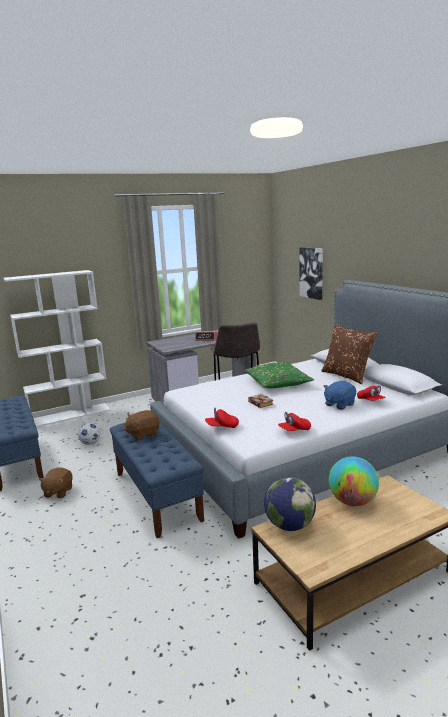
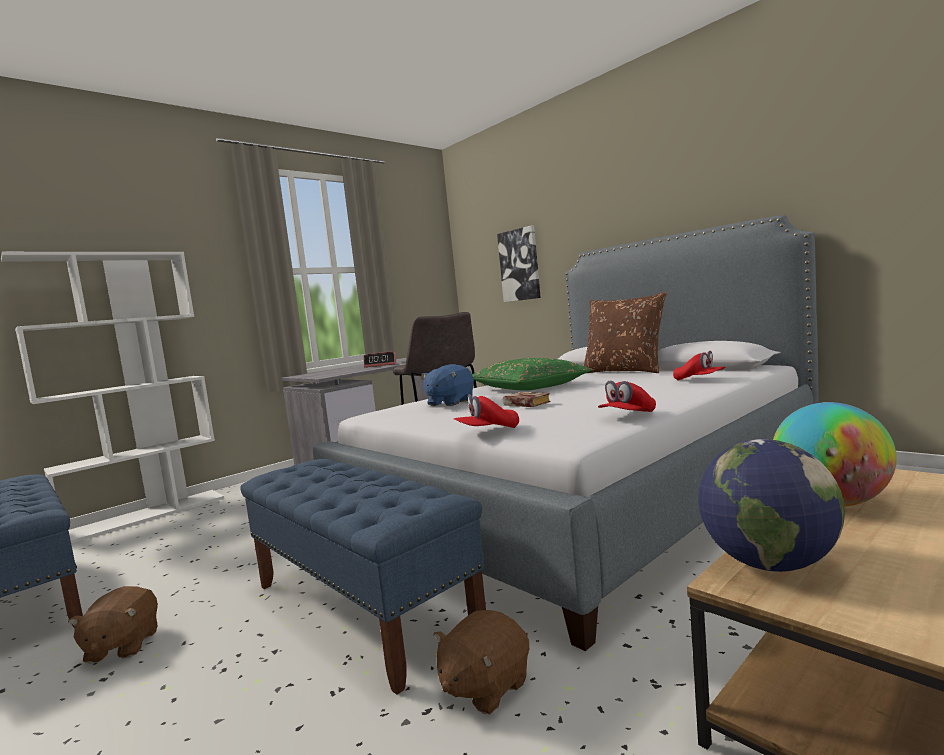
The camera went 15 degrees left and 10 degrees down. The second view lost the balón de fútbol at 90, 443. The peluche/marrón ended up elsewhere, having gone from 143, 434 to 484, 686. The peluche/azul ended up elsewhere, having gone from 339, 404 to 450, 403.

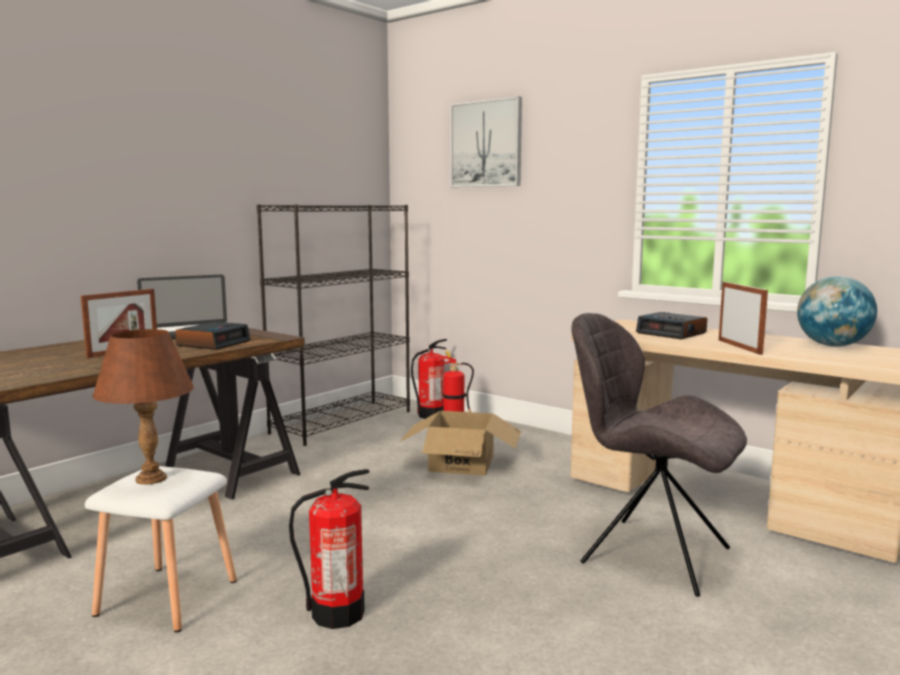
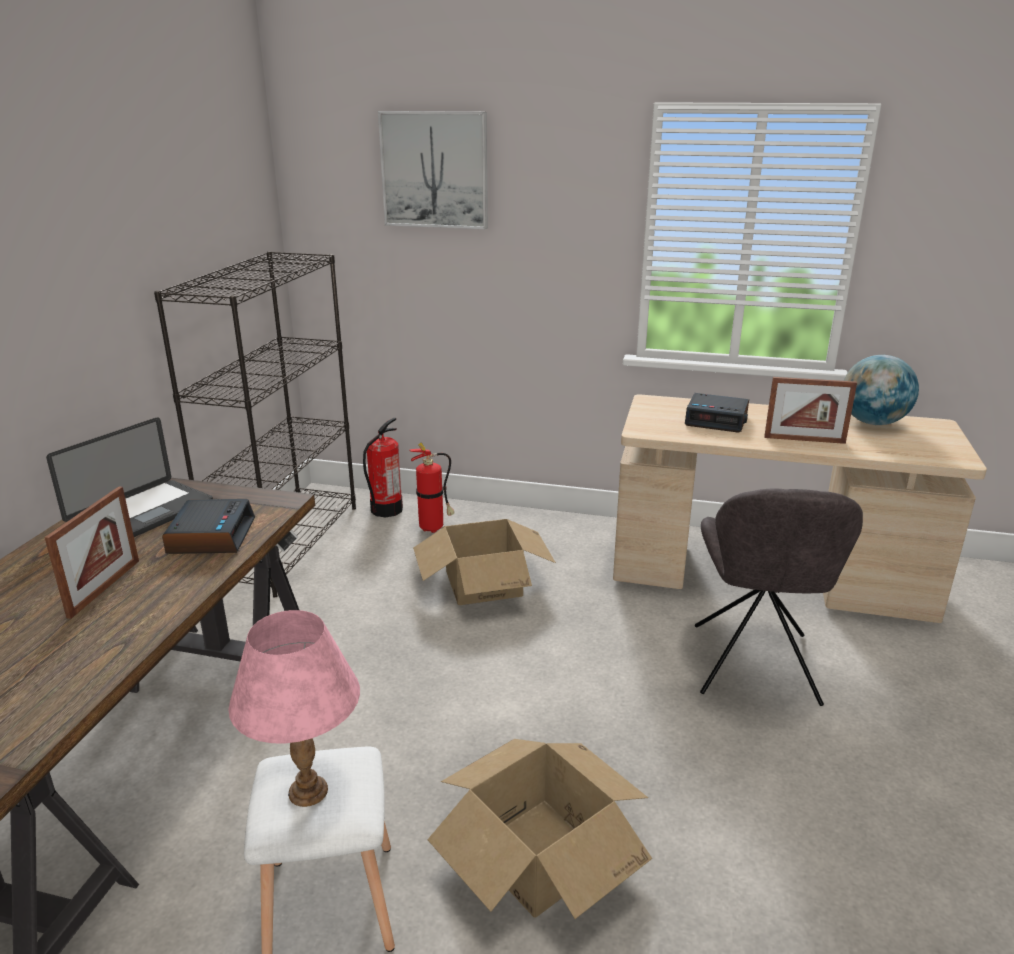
The camera went 25 degrees left and 15 degrees up. Where the extintor stood at 337, 613, the caja de cartón came to stand at 540, 854. What was the lámpara de mesa/marrón at 150, 479 turned into the lámpara de mesa/rosa at 307, 792. The silla/gris at 650, 554 ended up facing another way, 90 degrees counterclockwise from before. The portarretratos at 739, 347 ended up facing another way, 135 degrees clockwise from before.

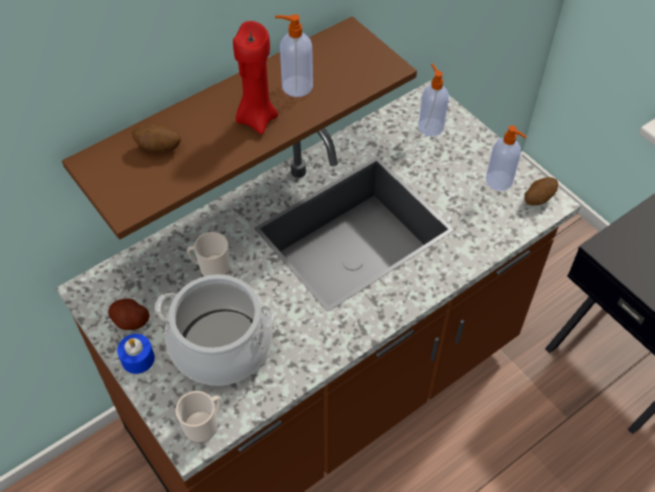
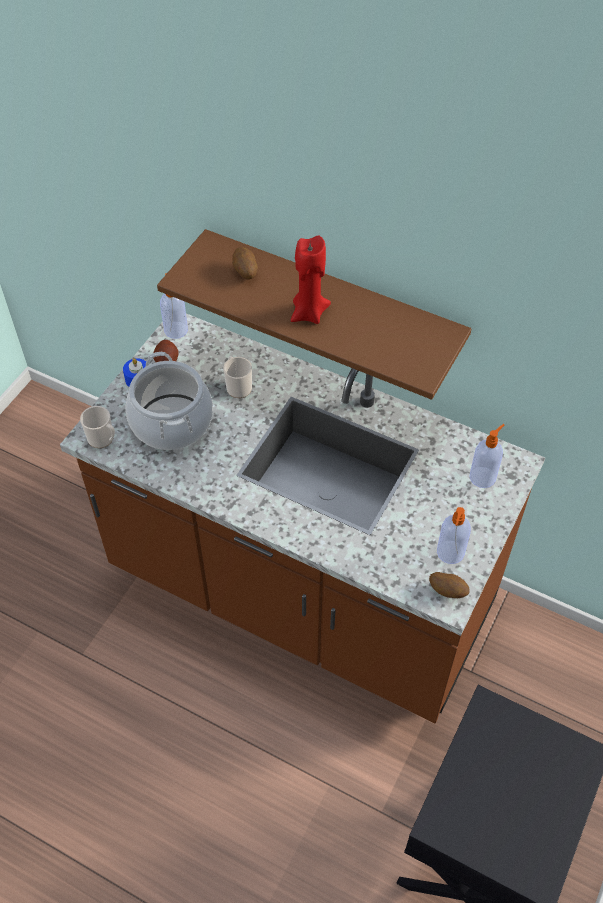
The camera went 65 degrees right and 0 degrees up. The dispensador de jabón ended up elsewhere, having gone from 296, 86 to 175, 329.

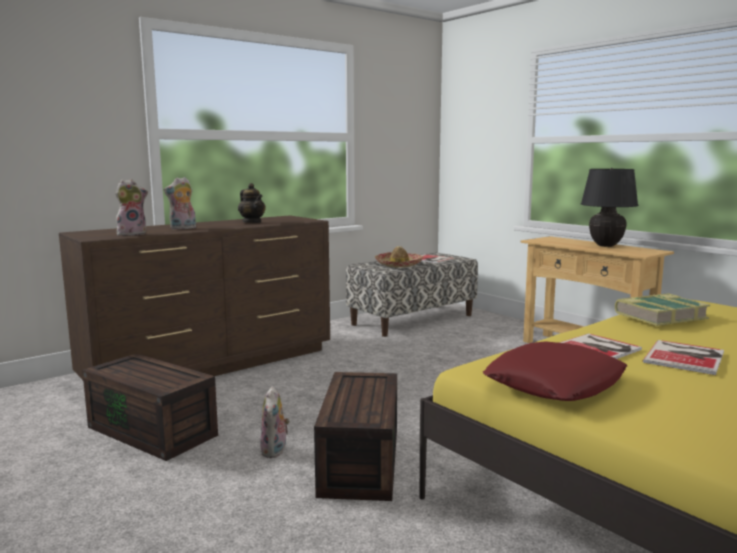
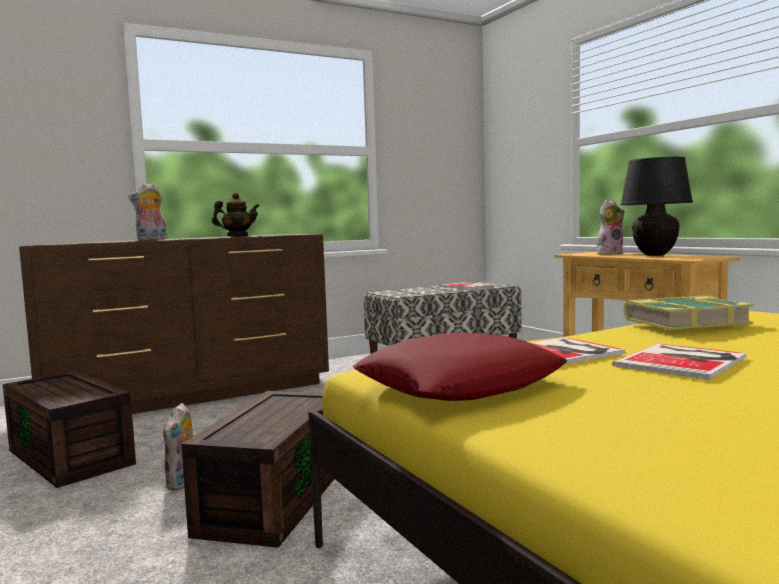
The camera went 10 degrees right and 5 degrees down. The second view lost the sombrero at 399, 265. The peluche ended up elsewhere, having gone from 132, 234 to 609, 254. The tetera at 252, 222 ended up facing another way, 75 degrees counterclockwise from before.

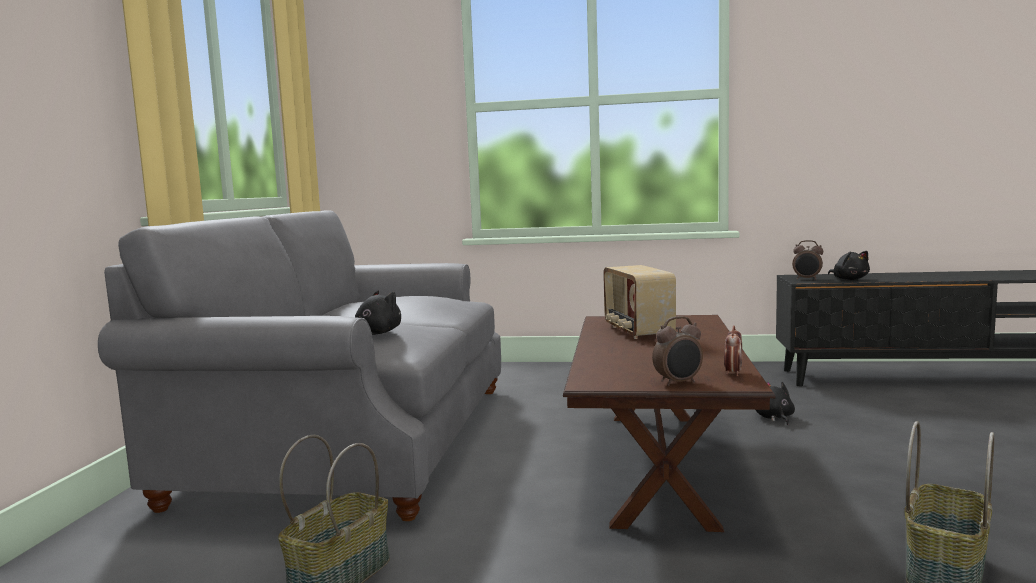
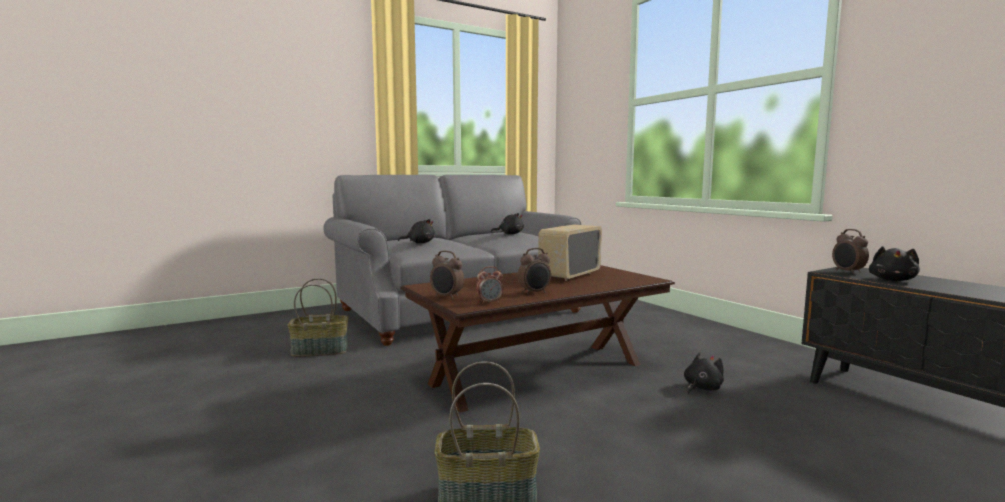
The camera went 50 degrees right and 0 degrees up. The second view gained the peluche/negro at 509, 234. The second view gained the despertador at 534, 293.

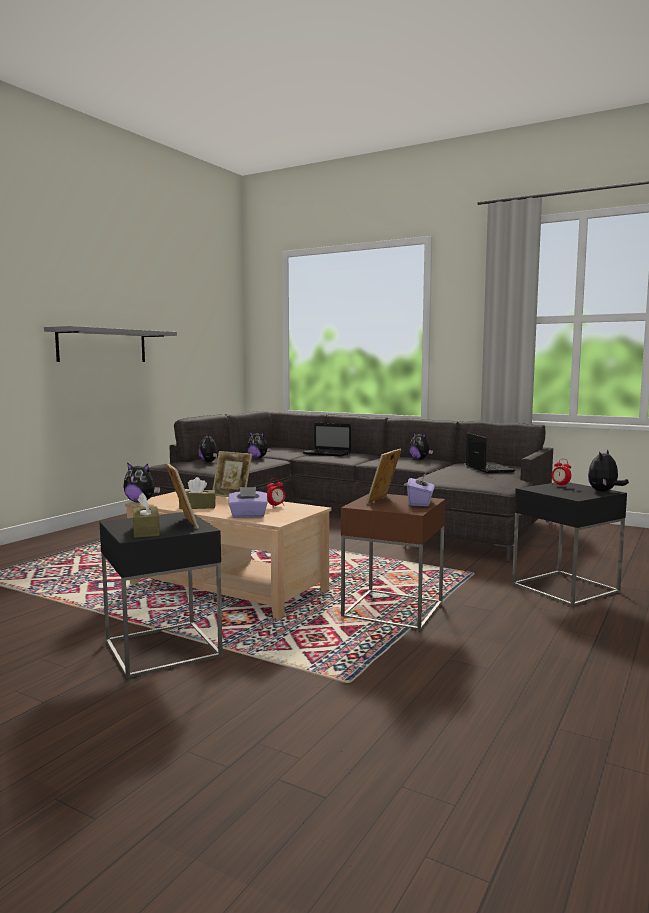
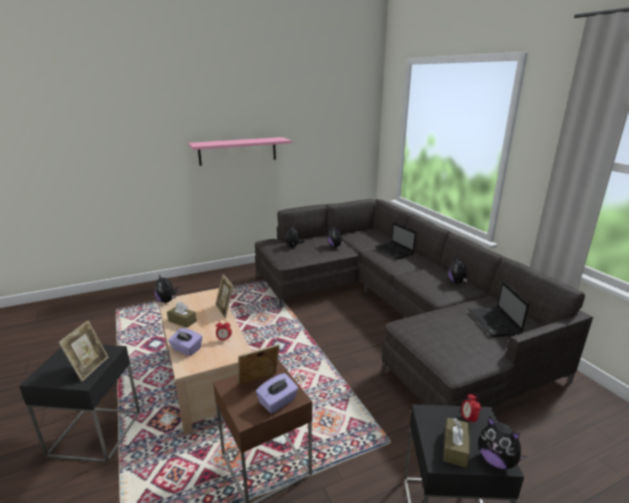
The camera went 35 degrees right and 15 degrees up. The caja de pañuelos/marrón ended up elsewhere, having gone from 146, 531 to 455, 448. What was the estante/gris at 102, 346 turned into the estante/rosa at 238, 151. The portátil at 488, 468 ended up facing another way, 150 degrees clockwise from before. The peluche at 604, 491 ended up facing another way, 120 degrees counterclockwise from before.

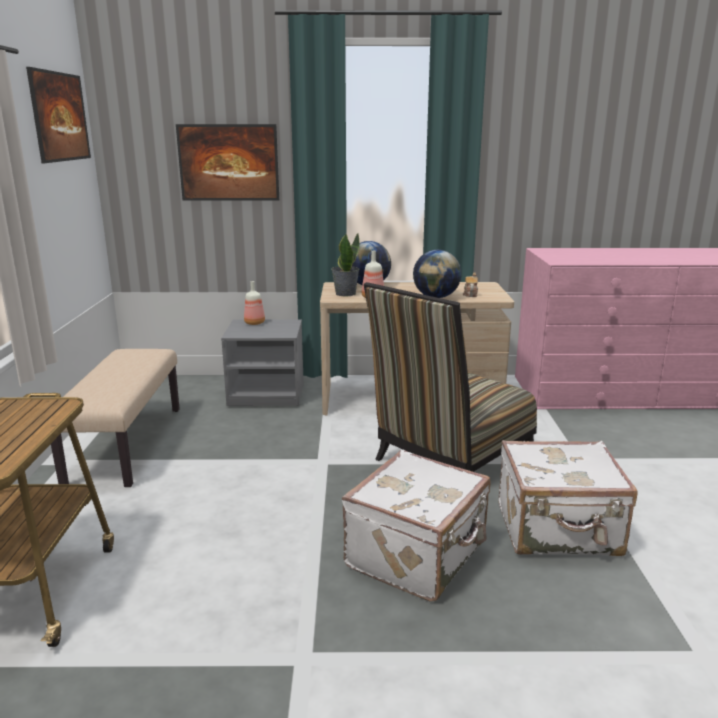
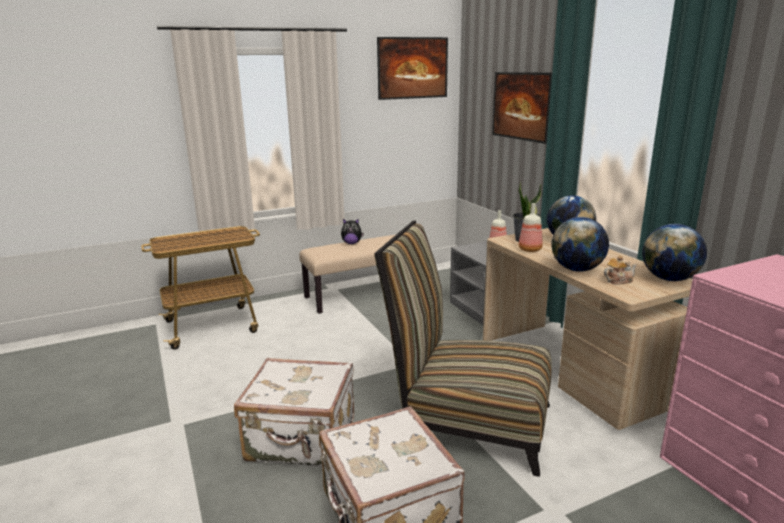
The camera went 65 degrees right and 0 degrees up. The second view gained the peluche at 352, 243. The second view gained the globo terráqueo at 669, 279.

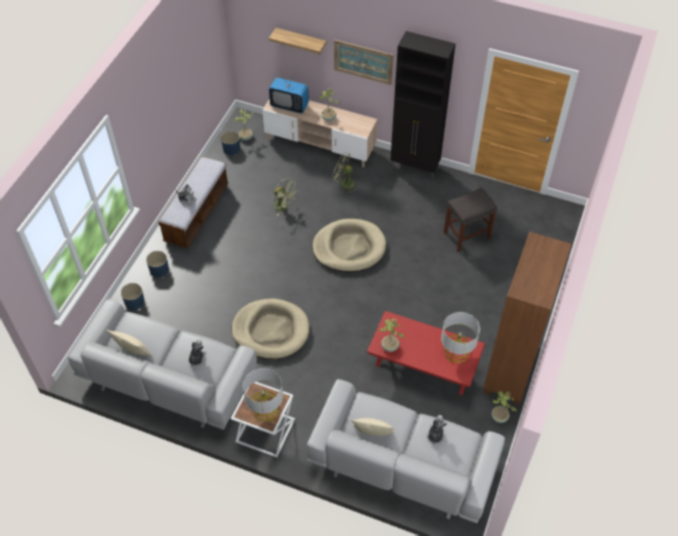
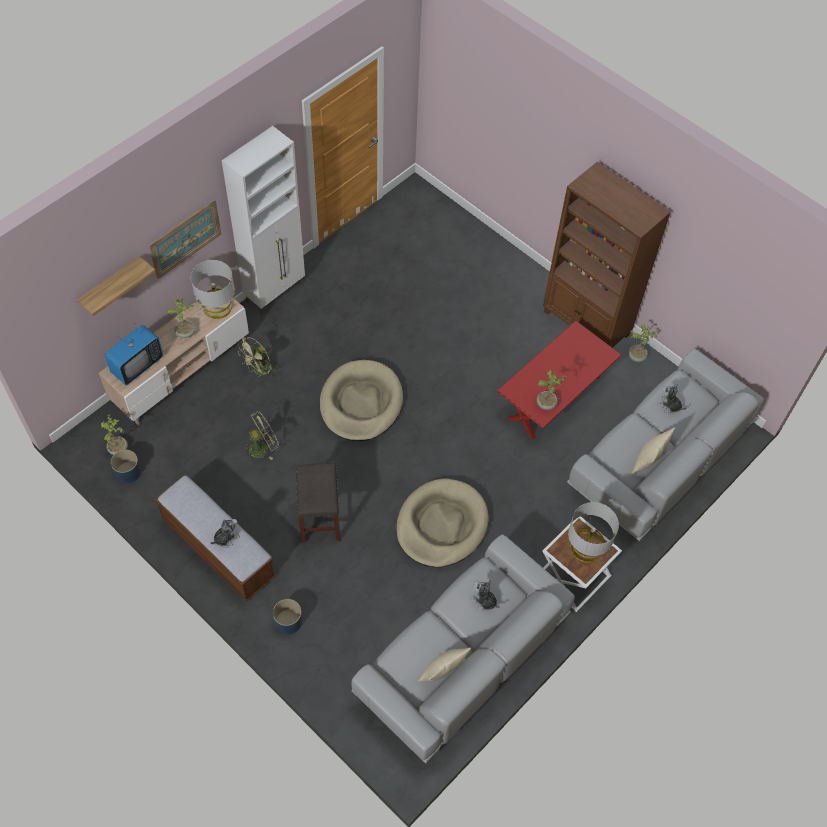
The camera went 70 degrees left and 5 degrees up. The second view lost the maceta/azul at 134, 302. The lámpara de mesa/gris ended up elsewhere, having gone from 456, 352 to 217, 307. The taburete/gris ended up elsewhere, having gone from 466, 236 to 320, 519. What was the armario/negro at 415, 167 turned into the armario/blanco at 276, 292.

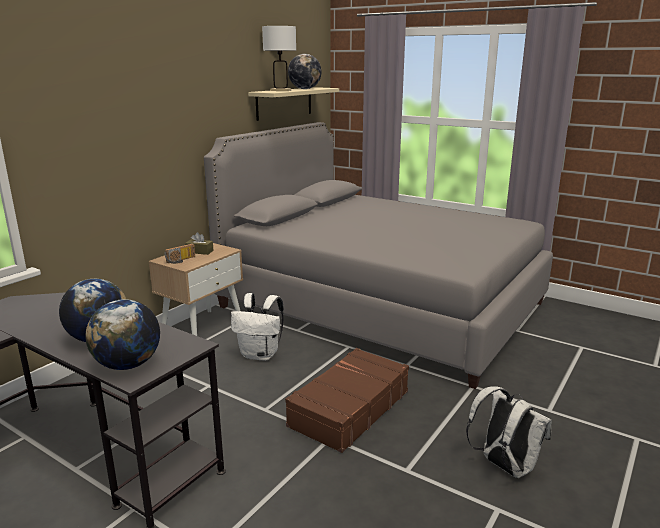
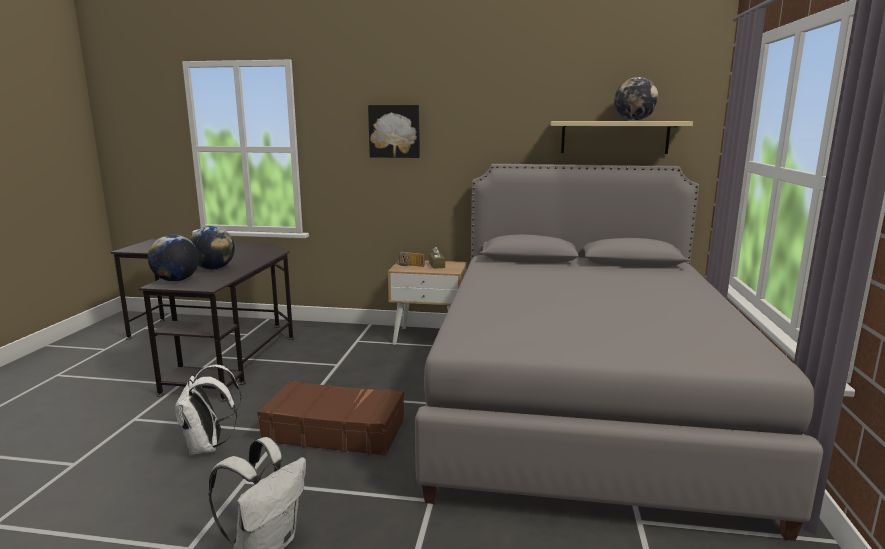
The camera went 65 degrees right and 5 degrees down. The second view lost the lámpara de mesa/blanco at 281, 90. The second view gained the cuadro at 394, 131. The mochila/blanco ended up elsewhere, having gone from 260, 354 to 208, 446.

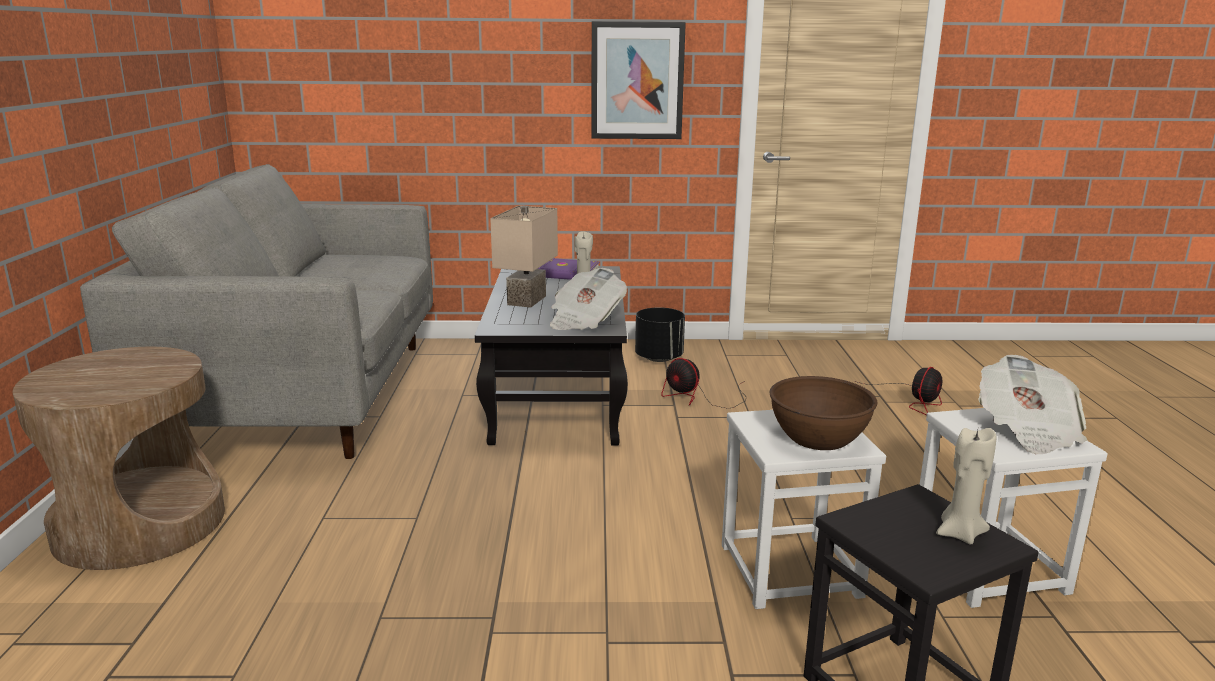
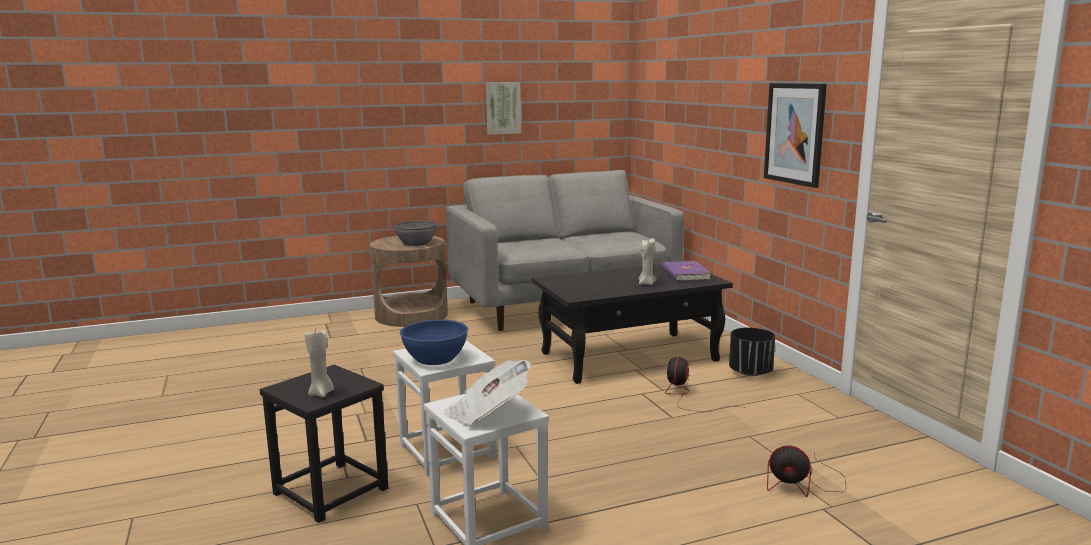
The camera went 70 degrees right and 5 degrees down. The second view lost the lámpara de mesa/beis at 528, 301. The second view lost the periódico at 585, 320. The second view gained the cuenco/gris at 416, 243. The second view gained the cuadro at 502, 108. What was the cuenco/marrón at 818, 438 turned into the cuenco/azul at 435, 358.

